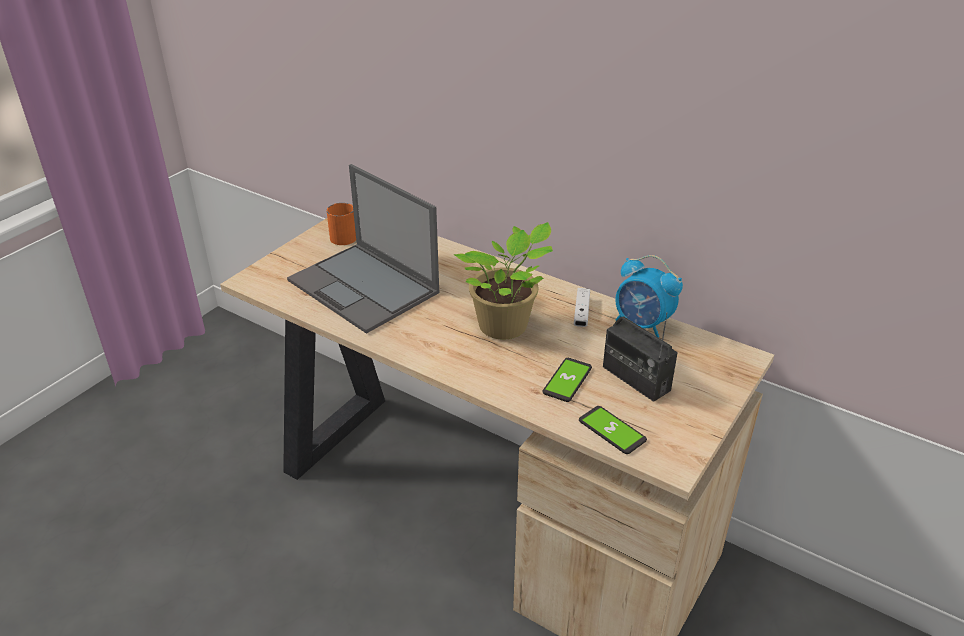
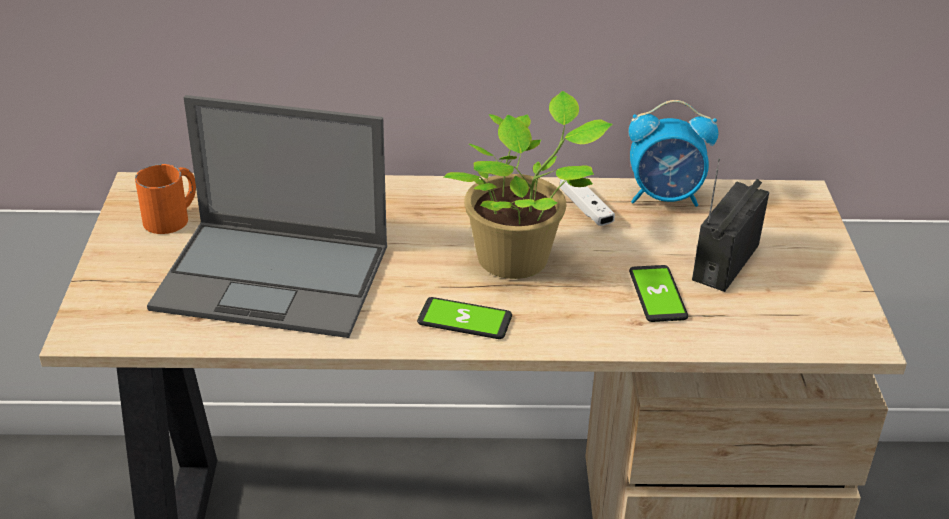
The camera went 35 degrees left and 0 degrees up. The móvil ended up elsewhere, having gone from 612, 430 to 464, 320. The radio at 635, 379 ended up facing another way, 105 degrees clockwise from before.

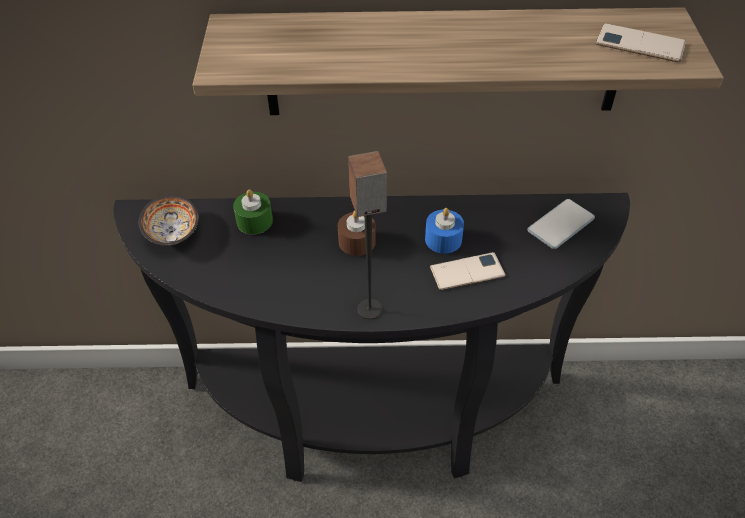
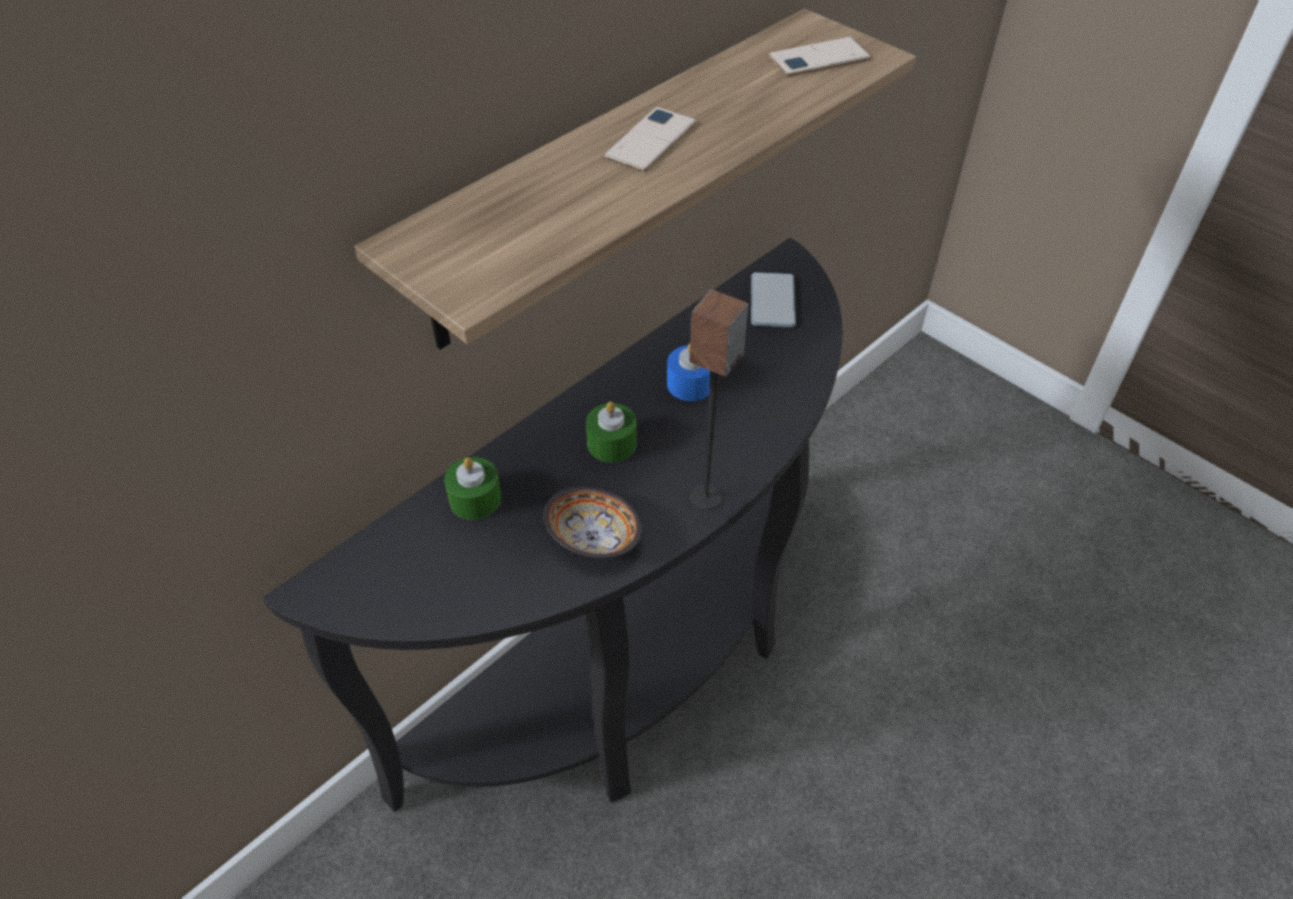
The camera went 45 degrees left and 0 degrees up. The cuenco ended up elsewhere, having gone from 172, 232 to 593, 538. The móvil ended up elsewhere, having gone from 467, 272 to 651, 140. What was the vela/marrón at 357, 242 turned into the vela/verde at 612, 443.

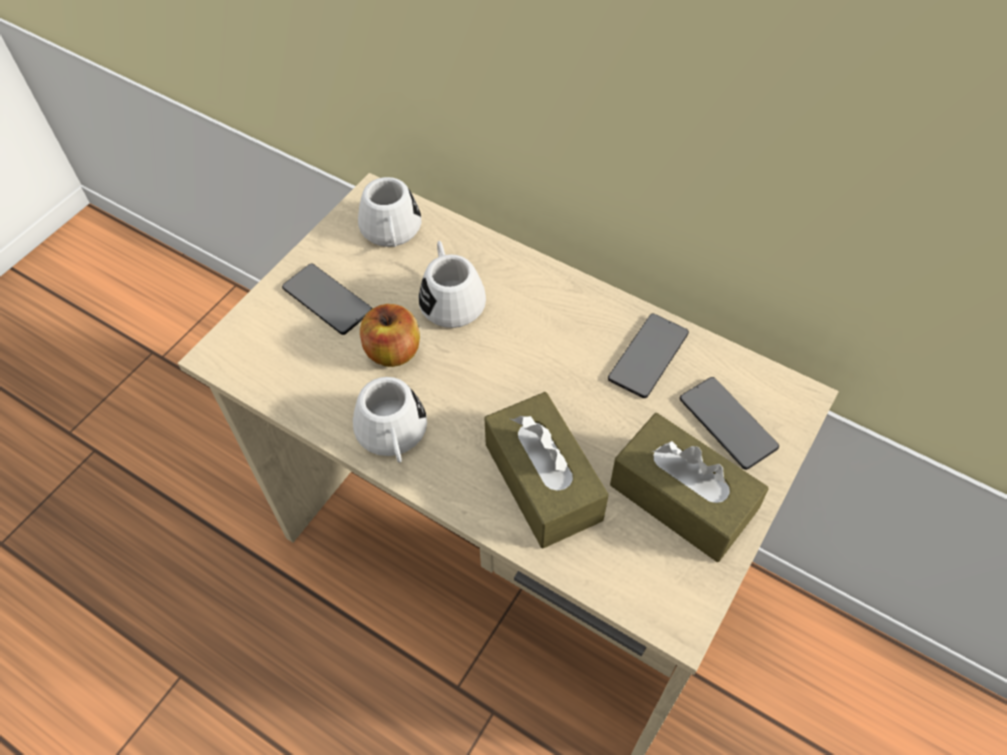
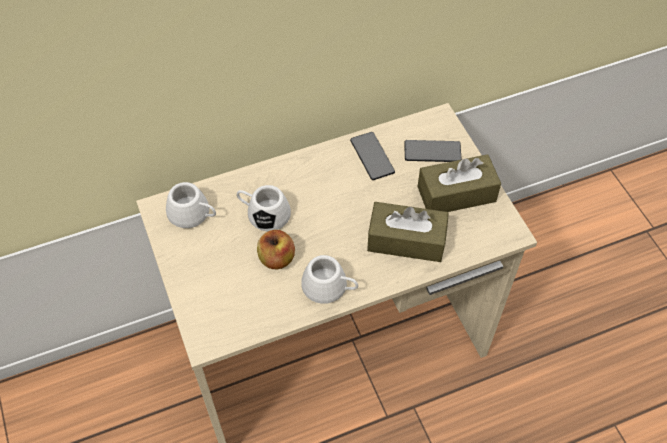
The camera went 55 degrees left and 0 degrees up. The second view lost the móvil at 327, 300.

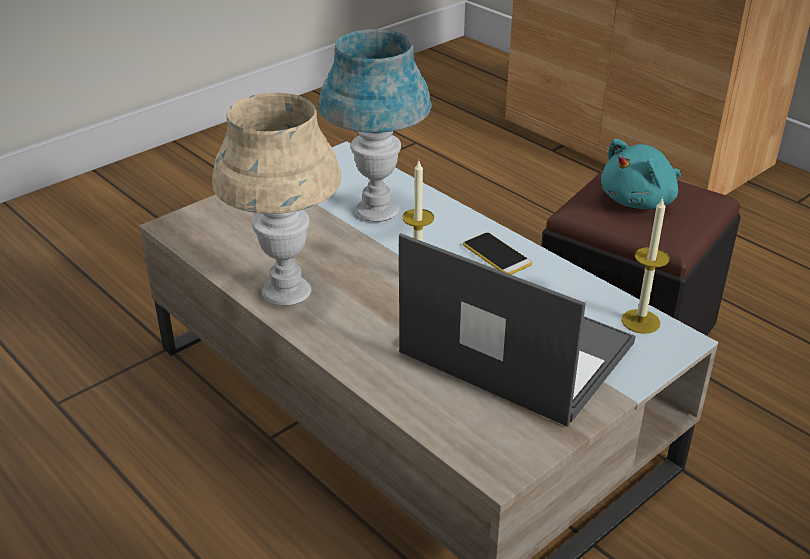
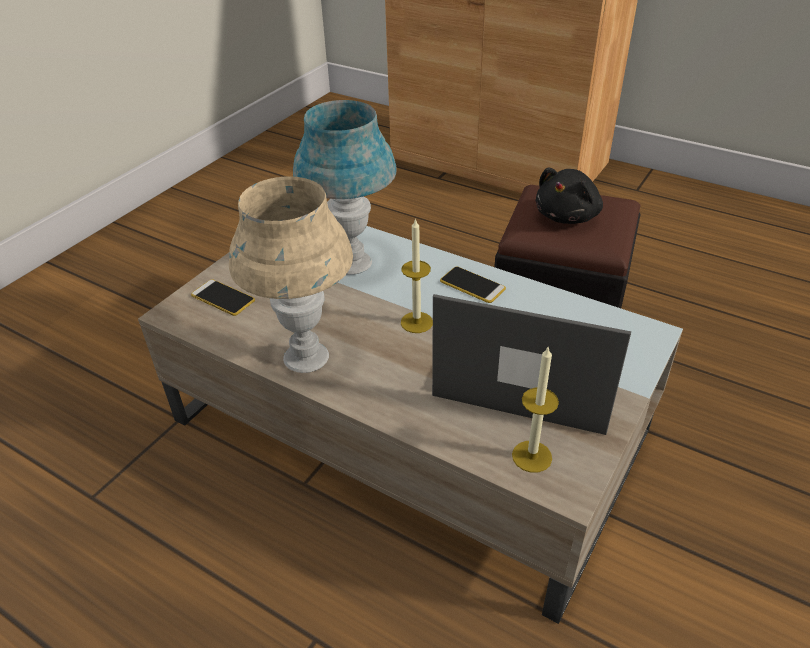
The camera went 15 degrees left and 5 degrees up. The second view gained the móvil at 223, 298. The vela ended up elsewhere, having gone from 640, 321 to 532, 456. What was the peluche/turquesa at 640, 201 turned into the peluche/negro at 568, 216.

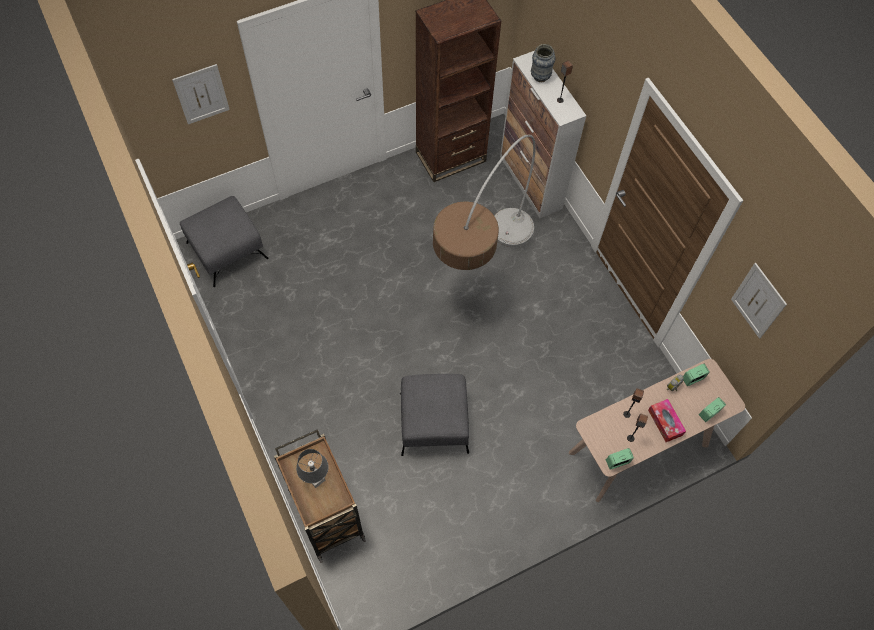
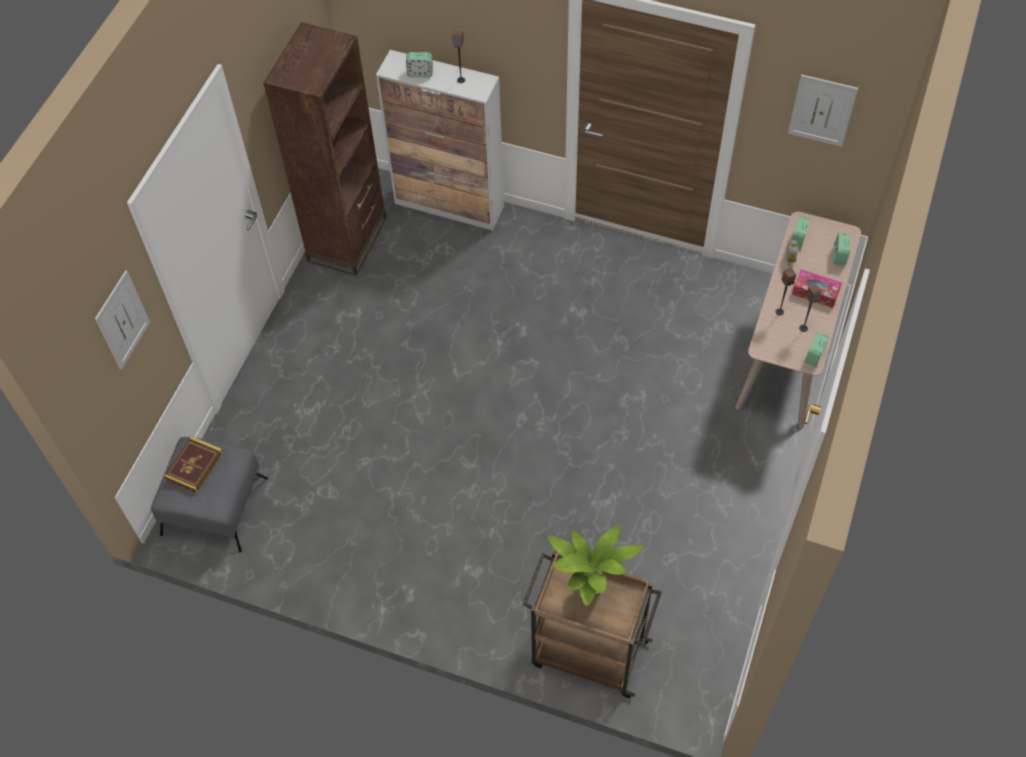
The camera went 40 degrees left and 5 degrees down. The second view lost the puf/gris at 434, 422. The second view lost the lámpara de pie at 481, 272. The second view gained the libro at 194, 466. Where the lámpara de mesa/gris stood at 316, 479, the planta en maceta came to stand at 589, 595. Where the florero stood at 540, 77, the despertador came to stand at 420, 73.

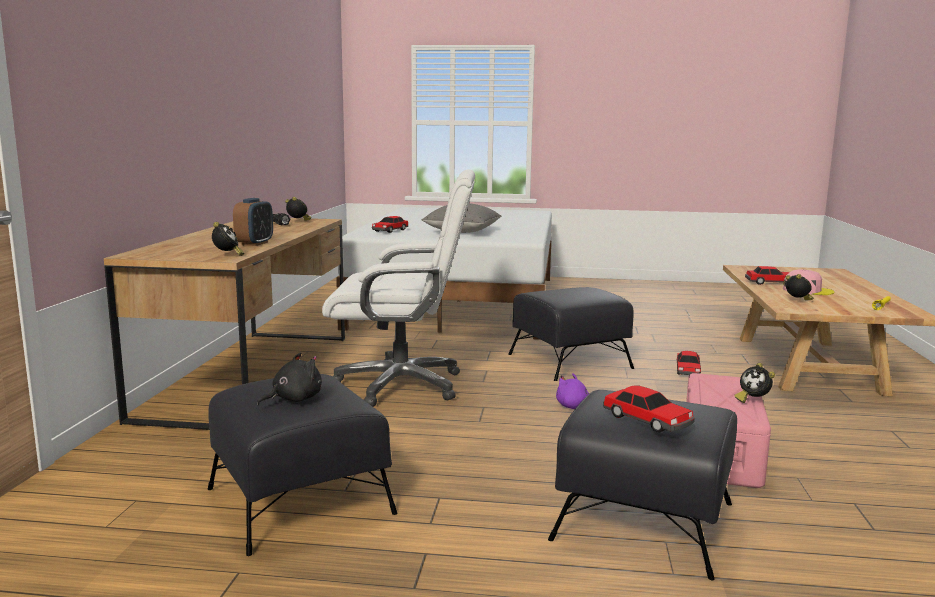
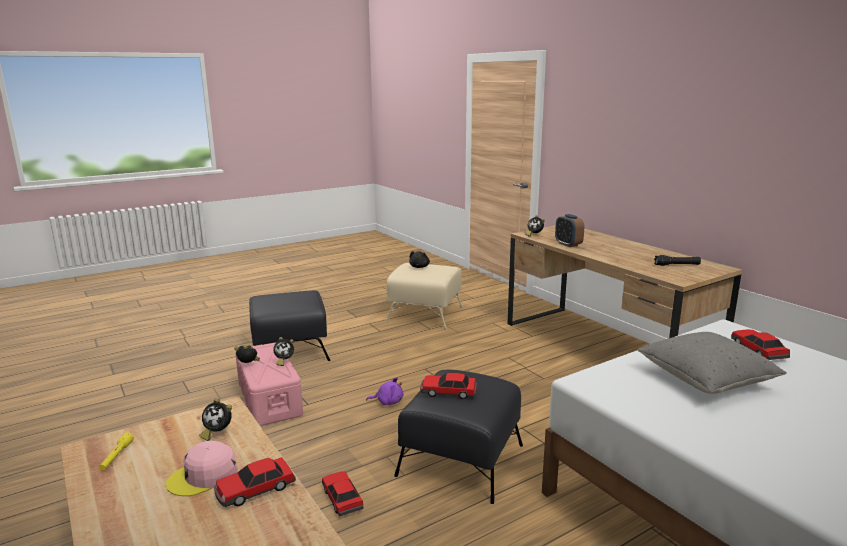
The camera went 140 degrees right and 5 degrees up. The second view lost the silla de oficina/blanco at 402, 384. The despertador ended up elsewhere, having gone from 298, 221 to 284, 361. The coche de juguete ended up elsewhere, having gone from 648, 420 to 448, 392. What was the puf/negro at 300, 500 turned into the puf/beis at 425, 314.

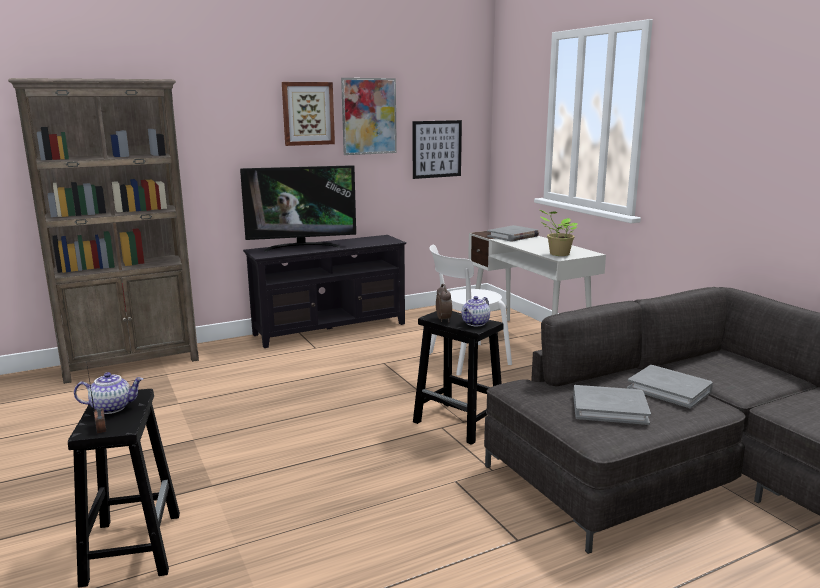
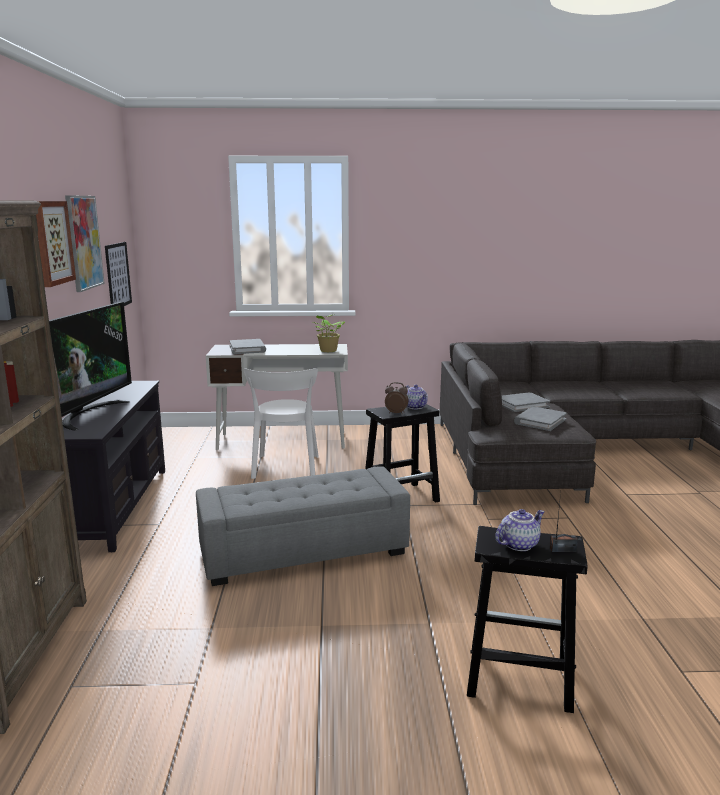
The camera went 65 degrees left and 0 degrees up. The second view gained the puf/gris at 303, 551. The tetera at 112, 407 ended up facing another way, 45 degrees clockwise from before.

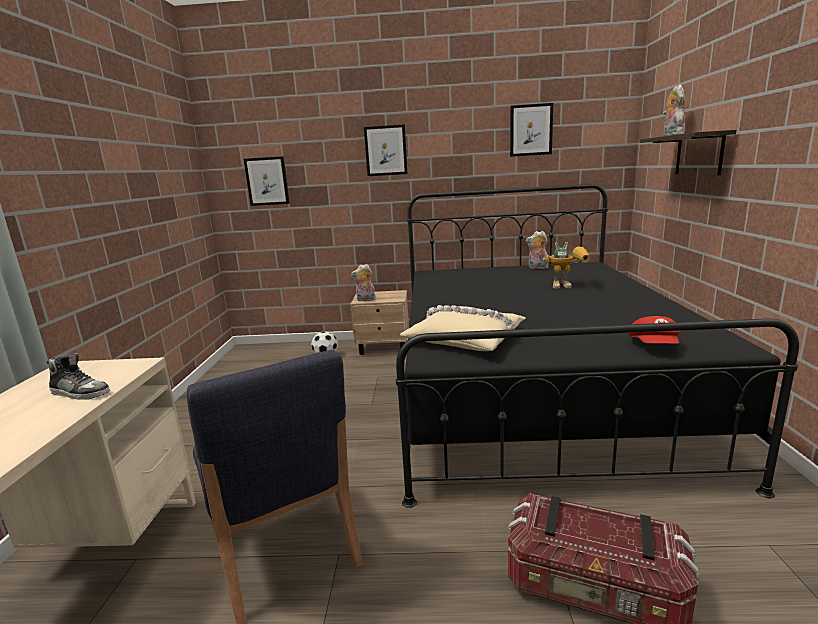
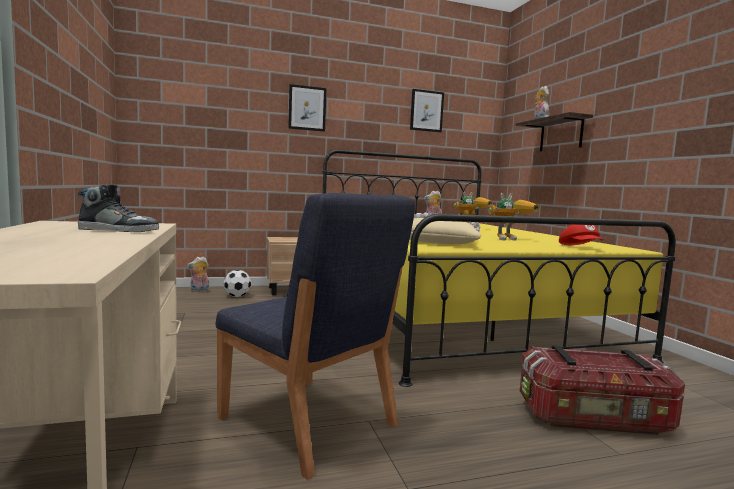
The camera went 20 degrees left and 10 degrees down. The second view lost the cuadro at 267, 181. The second view gained the robot de juguete at 510, 239. The peluche ended up elsewhere, having gone from 365, 300 to 199, 291. What was the cama/negro at 532, 391 turned into the cama/amarillo at 450, 315.

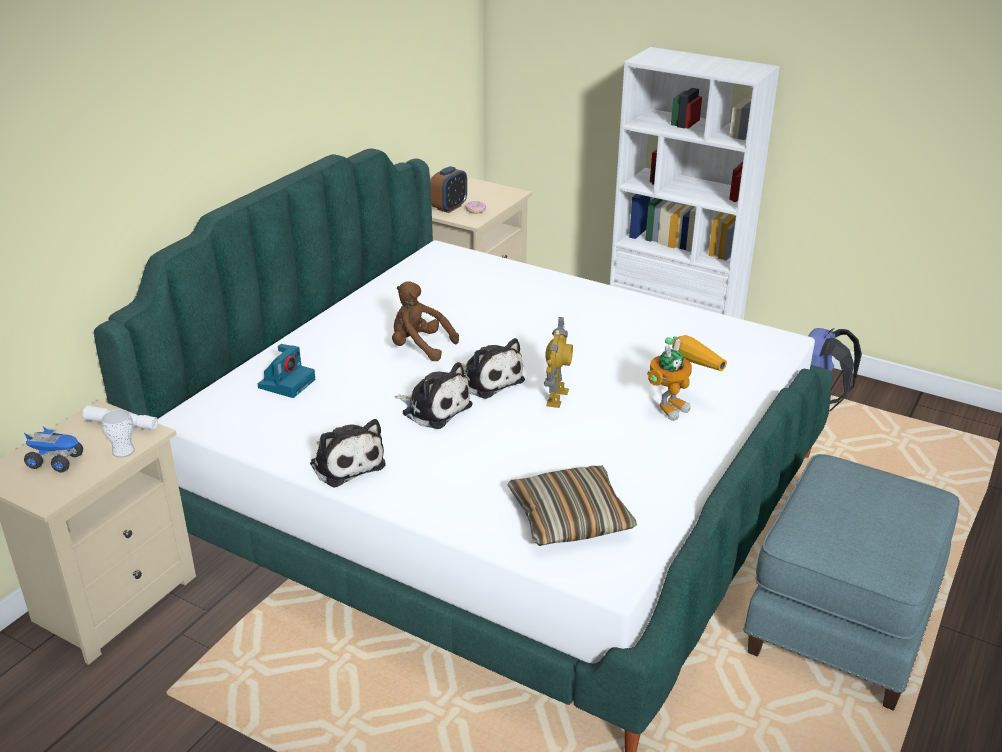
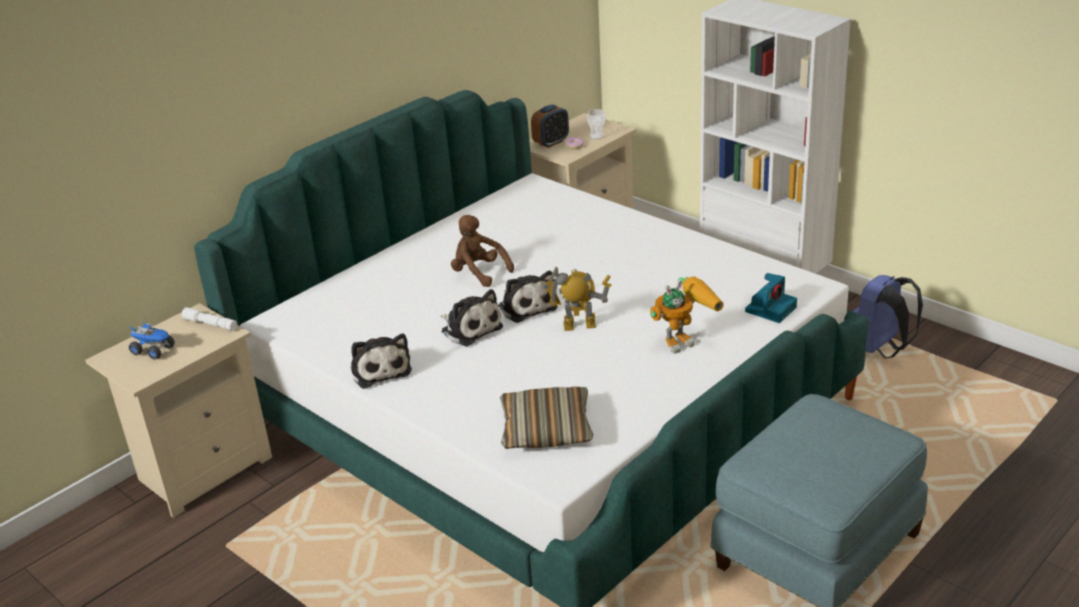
The camera went 15 degrees right and 0 degrees up. The taza ended up elsewhere, having gone from 123, 451 to 597, 136. The cámara ended up elsewhere, having gone from 287, 383 to 771, 309. The robot de juguete at 556, 397 ended up facing another way, 120 degrees counterclockwise from before.

